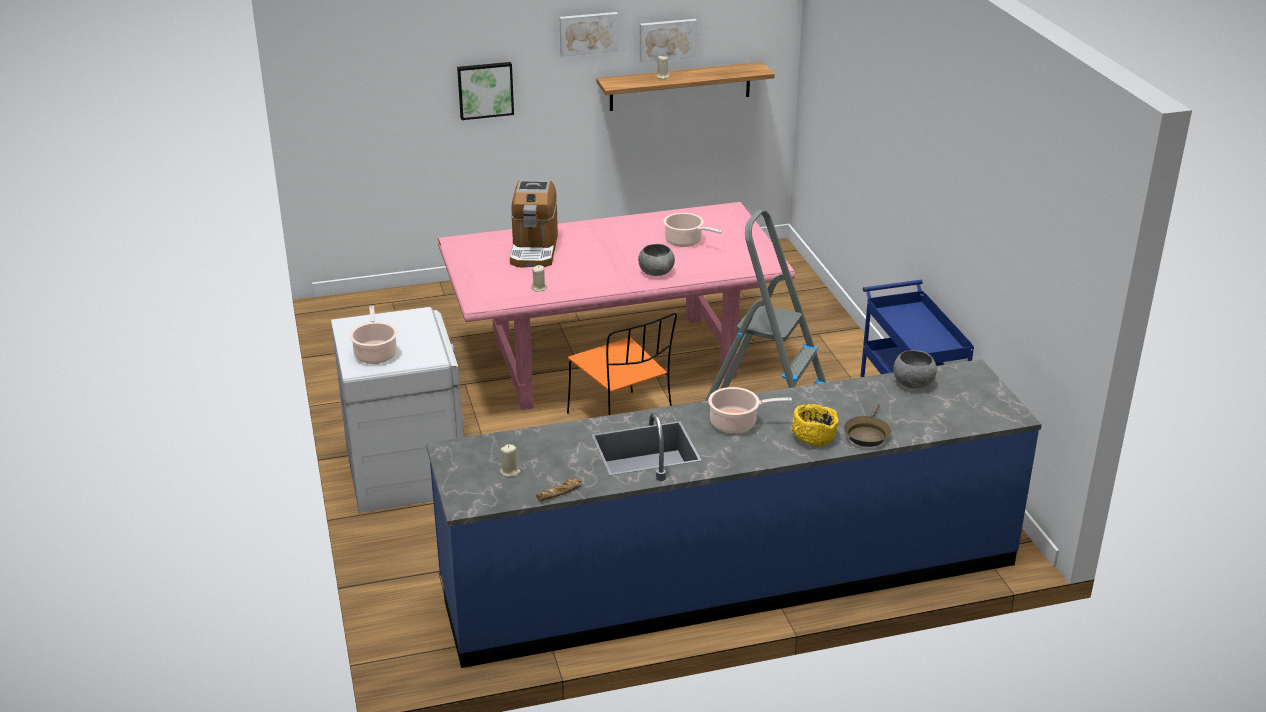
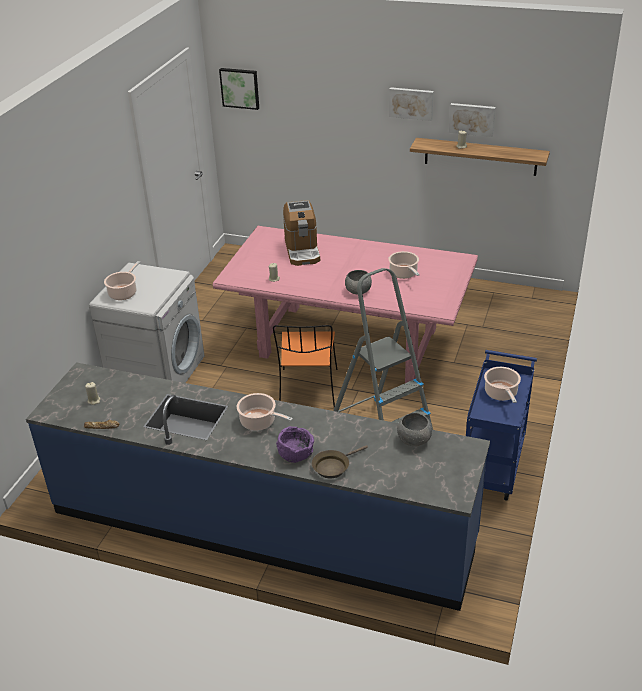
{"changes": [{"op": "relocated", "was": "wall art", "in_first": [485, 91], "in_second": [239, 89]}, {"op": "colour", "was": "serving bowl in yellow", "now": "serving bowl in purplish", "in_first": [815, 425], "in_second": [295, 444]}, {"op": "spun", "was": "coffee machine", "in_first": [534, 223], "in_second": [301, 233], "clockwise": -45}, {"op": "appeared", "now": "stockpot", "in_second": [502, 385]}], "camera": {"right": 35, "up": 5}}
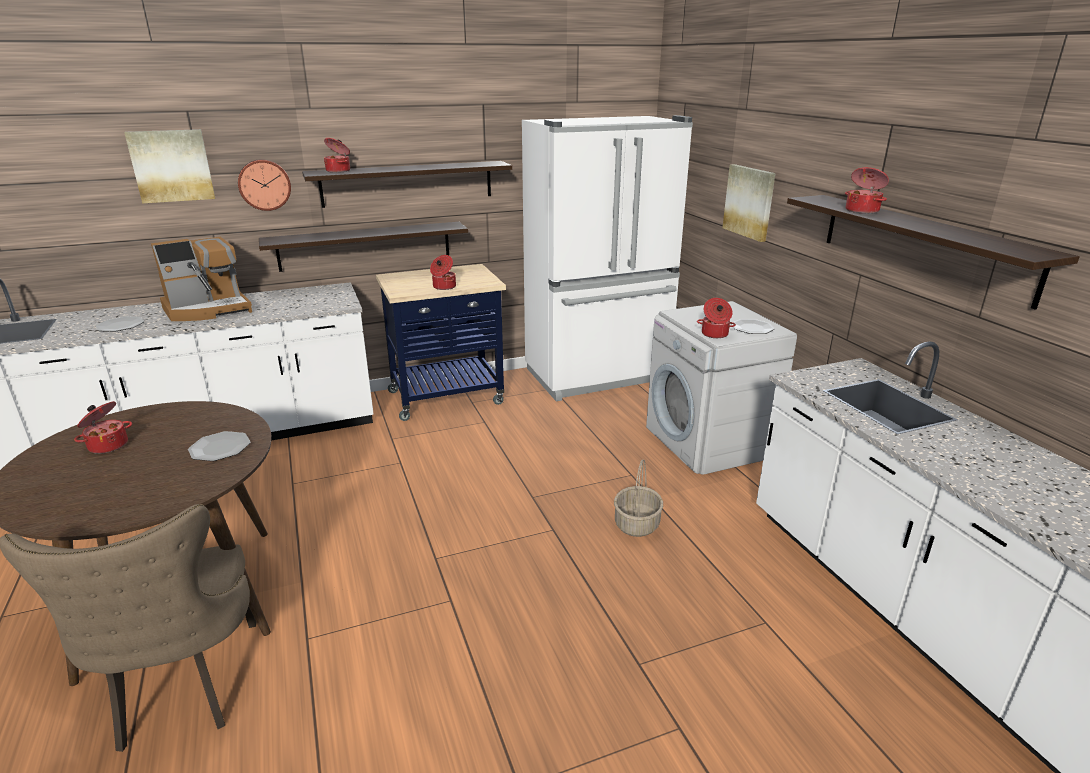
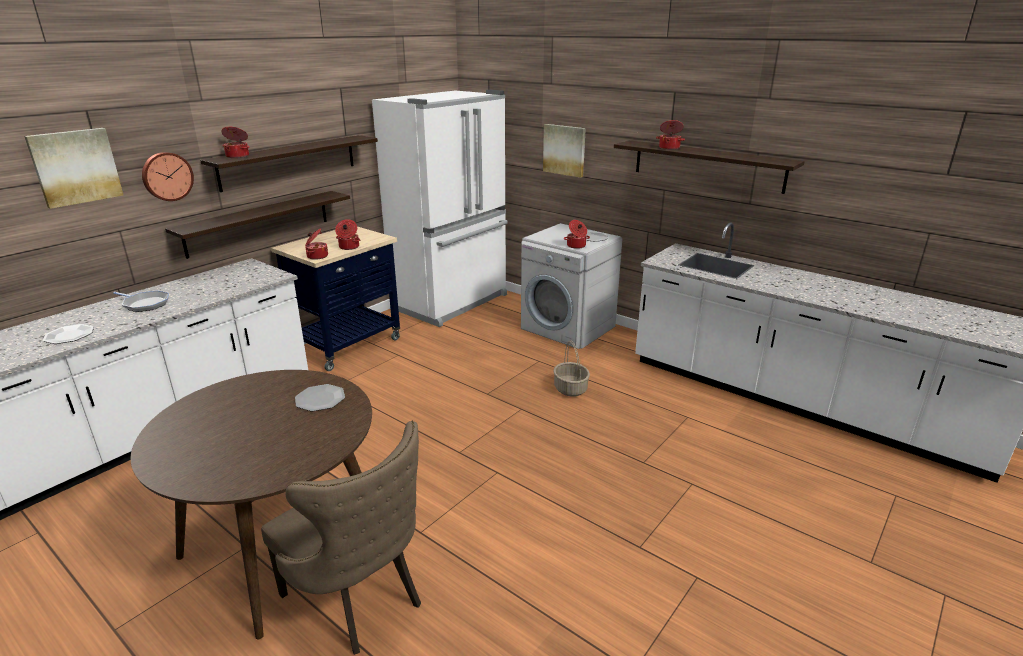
{"changes": [{"op": "exchanged", "was": "coffee machine", "now": "frying pan", "in_first": [201, 279], "in_second": [141, 301]}, {"op": "relocated", "was": "stockpot", "in_first": [103, 427], "in_second": [316, 244]}], "camera": {"right": -30, "up": 0}}
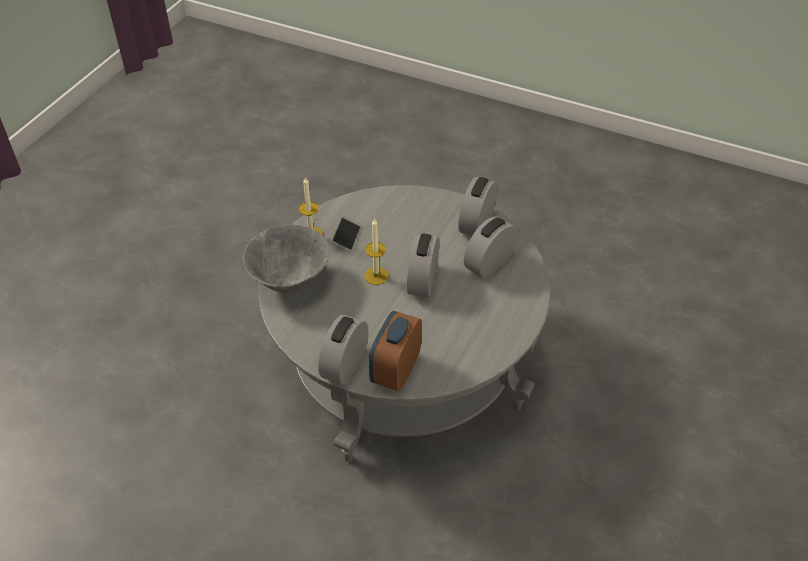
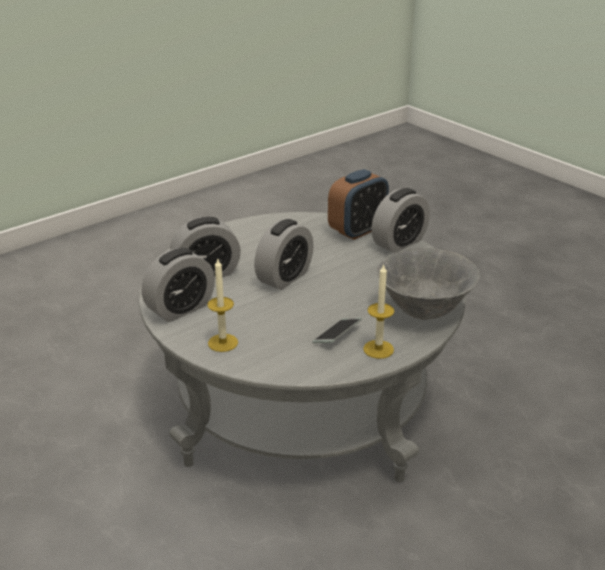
{"changes": [{"op": "relocated", "was": "wax light", "in_first": [376, 252], "in_second": [222, 305]}], "camera": {"right": -155, "up": -15}}
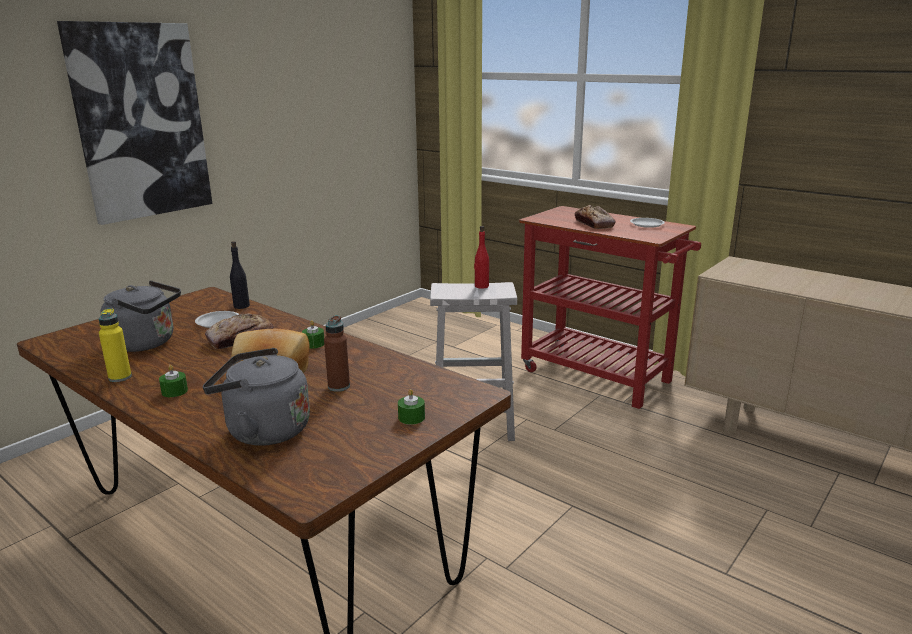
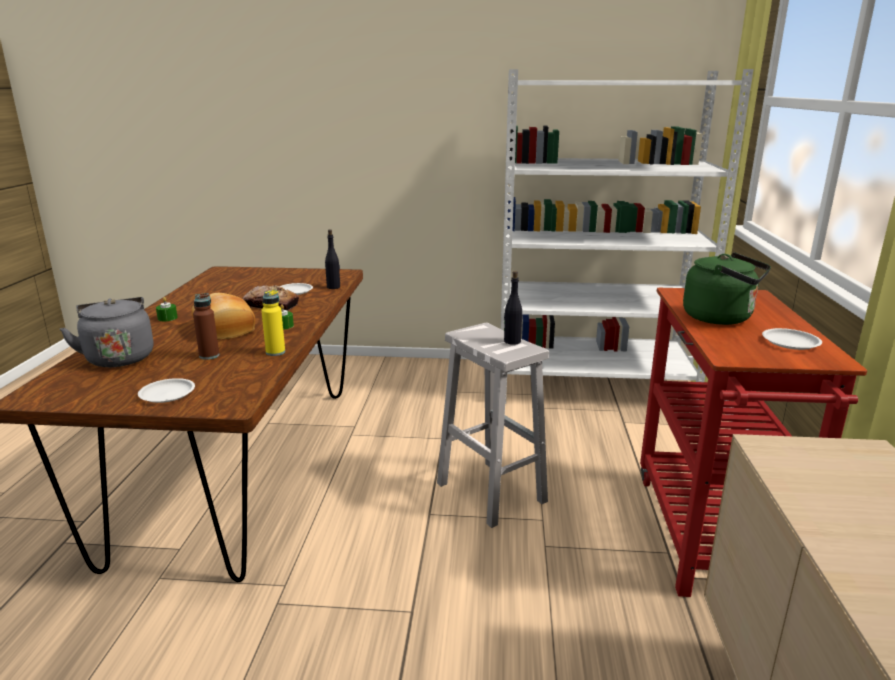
{"changes": [{"op": "exchanged", "was": "wax light in greenish", "now": "plate in whitish", "in_first": [411, 407], "in_second": [166, 390]}, {"op": "relocated", "was": "bottle in yellow", "in_first": [115, 345], "in_second": [273, 323]}, {"op": "appeared", "now": "shelving unit in whitish", "in_second": [627, 238]}, {"op": "colour", "was": "bottle in reddish", "now": "bottle in black", "in_first": [481, 257], "in_second": [513, 308]}, {"op": "exchanged", "was": "baked bread", "now": "tea kettle in greenish", "in_first": [595, 217], "in_second": [727, 288]}, {"op": "missing", "was": "wall art", "in_first": [135, 123]}, {"op": "missing", "was": "tea kettle in gray", "in_first": [141, 316]}], "camera": {"right": 55, "up": 0}}
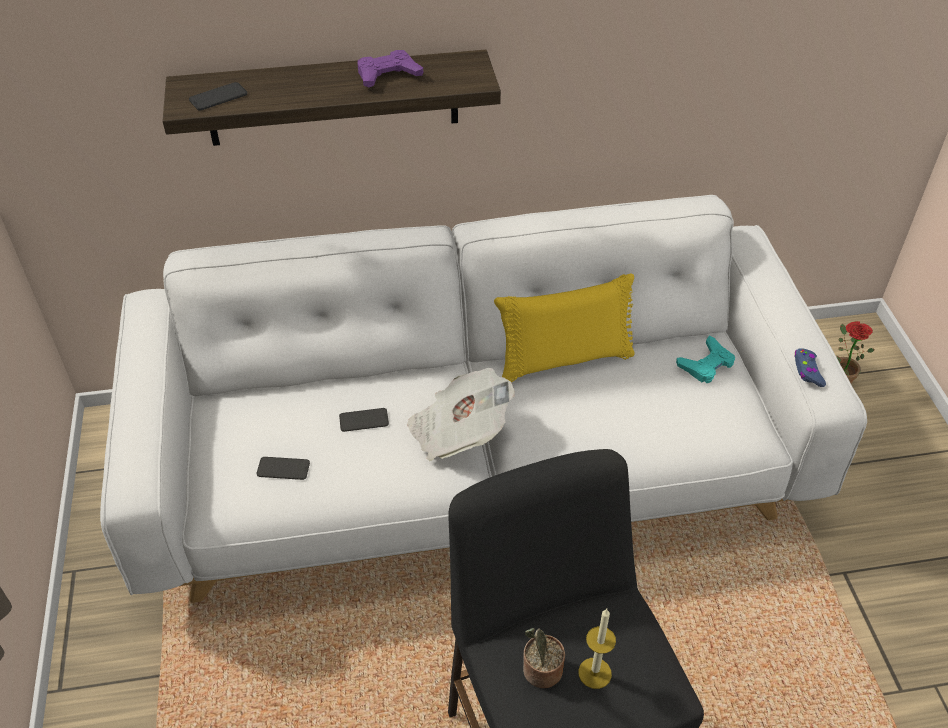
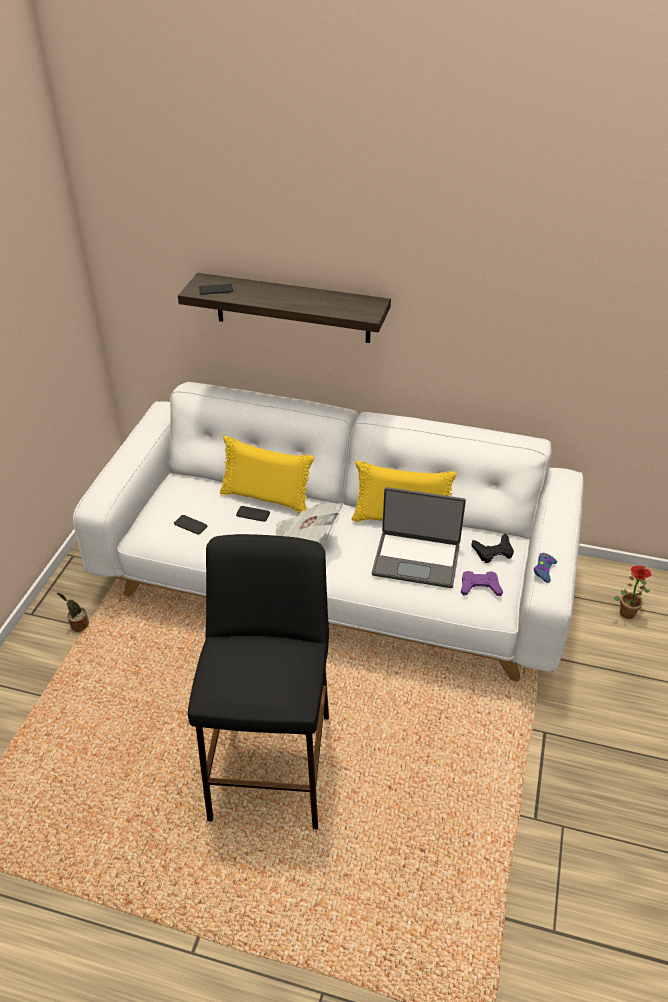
{"changes": [{"op": "relocated", "was": "potted plant", "in_first": [544, 658], "in_second": [73, 612]}, {"op": "appeared", "now": "throw pillow in yellow", "in_second": [267, 475]}, {"op": "appeared", "now": "notebook computer", "in_second": [419, 537]}, {"op": "relocated", "was": "joypad in purplish", "in_first": [390, 68], "in_second": [482, 583]}, {"op": "colour", "was": "joypad in blue-green", "now": "joypad in black", "in_first": [705, 359], "in_second": [492, 548]}, {"op": "missing", "was": "wax light", "in_first": [597, 649]}], "camera": {"right": 25, "up": -5}}
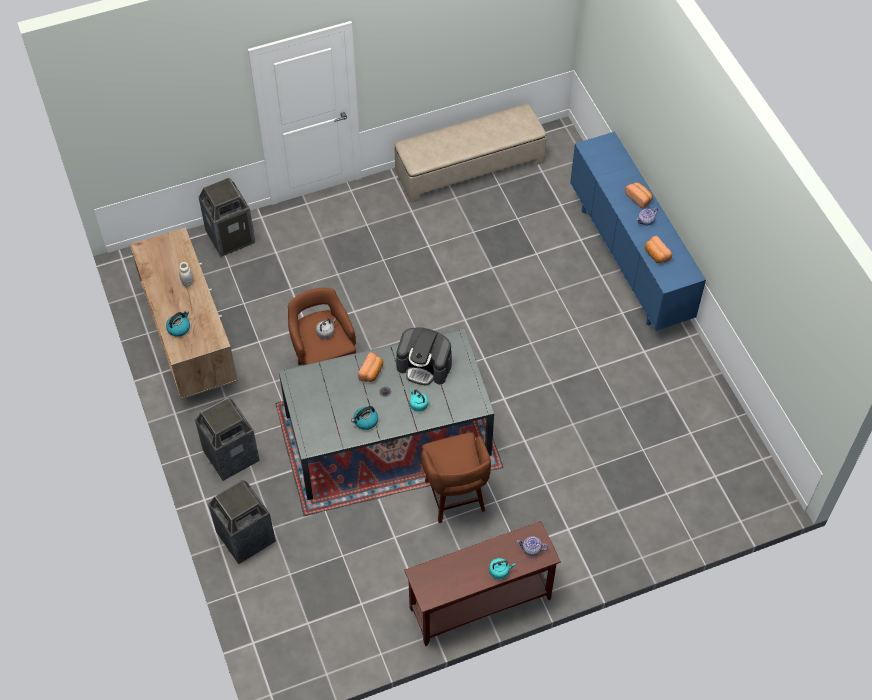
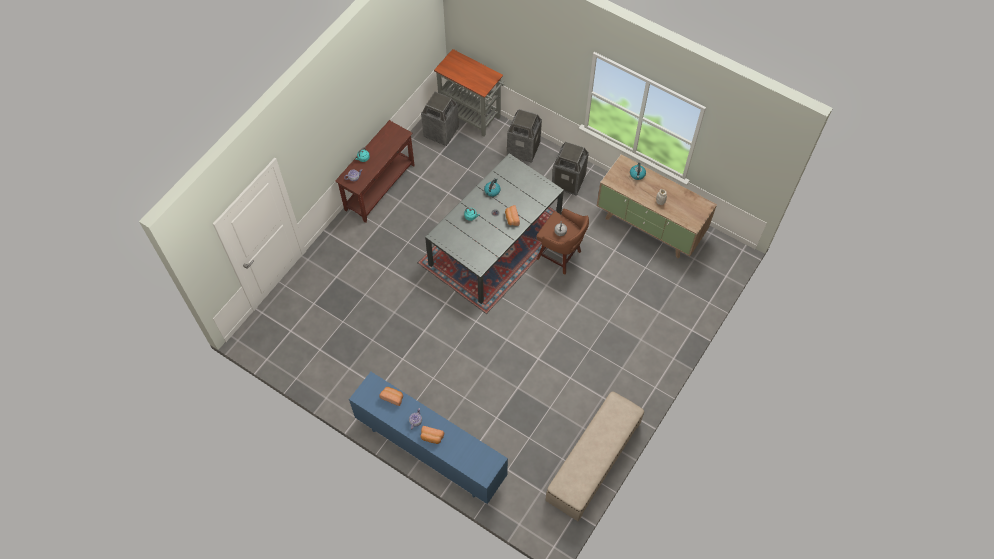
{"changes": [{"op": "relocated", "was": "trash can", "in_first": [226, 217], "in_second": [440, 119]}, {"op": "appeared", "now": "cart in gray", "in_second": [469, 93]}, {"op": "missing", "was": "coffee machine", "in_first": [424, 356]}, {"op": "missing", "was": "stool seat in brown-coloured", "in_first": [456, 477]}], "camera": {"right": 145, "up": 5}}
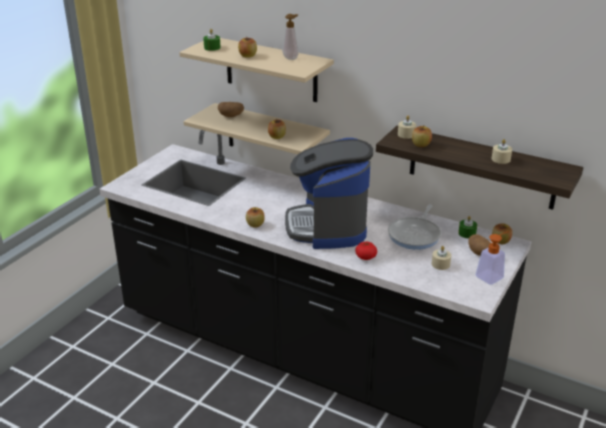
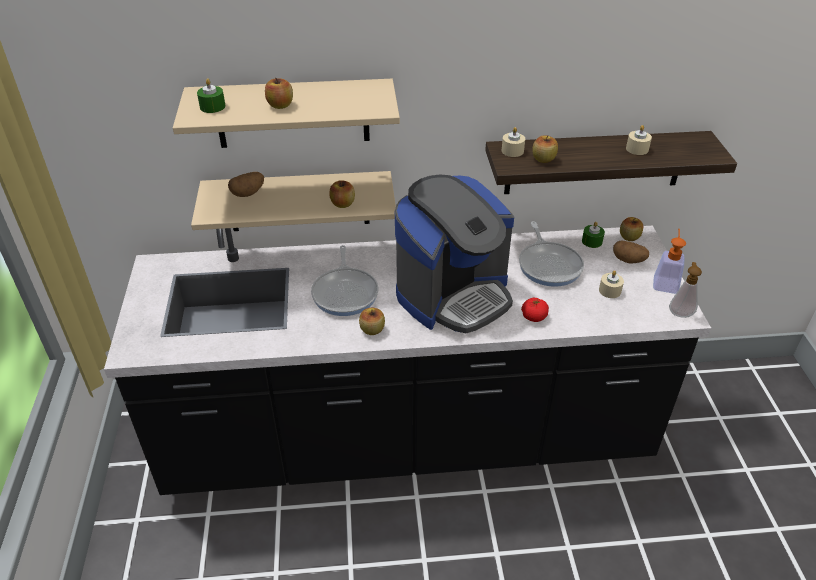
{"changes": [{"op": "appeared", "now": "frying pan", "in_second": [345, 280]}, {"op": "spun", "was": "coffee machine", "in_first": [329, 193], "in_second": [454, 254], "clockwise": -90}, {"op": "relocated", "was": "soap dispenser", "in_first": [290, 37], "in_second": [685, 290]}], "camera": {"right": -35, "up": 10}}
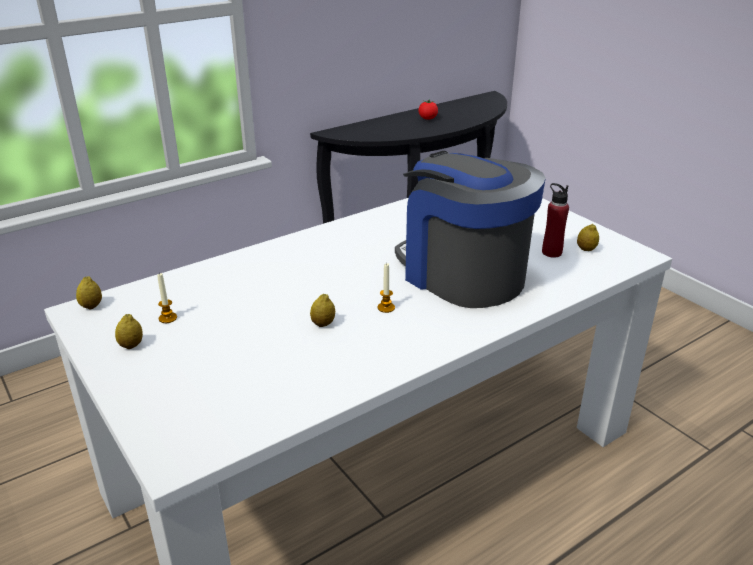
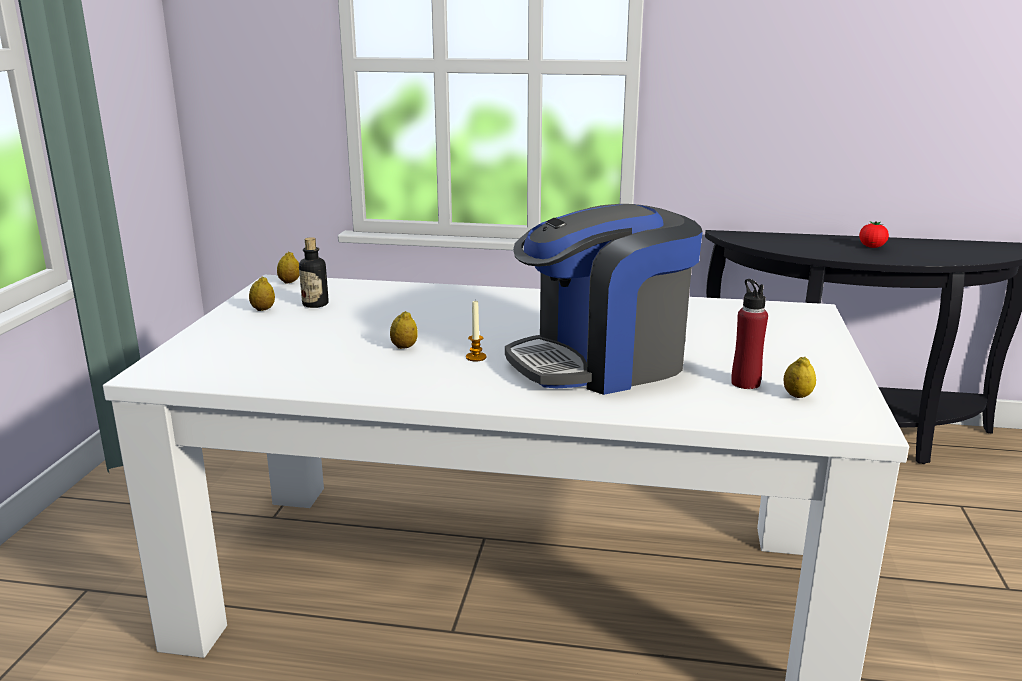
{"changes": [{"op": "exchanged", "was": "wax light", "now": "bottle", "in_first": [167, 298], "in_second": [314, 272]}, {"op": "spun", "was": "coffee machine", "in_first": [470, 229], "in_second": [604, 299], "clockwise": -120}], "camera": {"right": 45, "up": -10}}
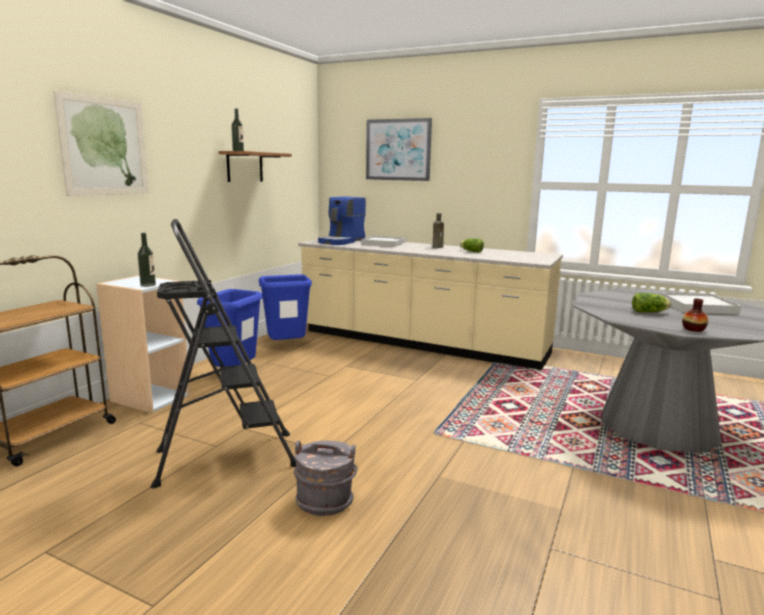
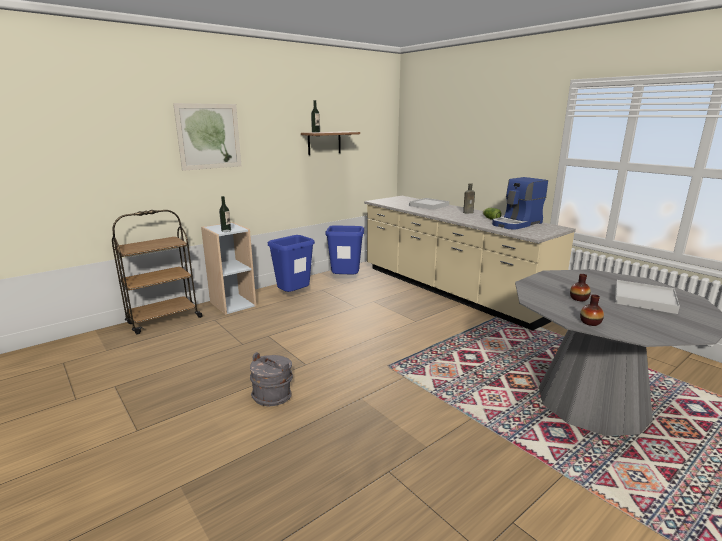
{"changes": [{"op": "relocated", "was": "coffee machine", "in_first": [342, 220], "in_second": [520, 203]}, {"op": "exchanged", "was": "lettuce", "now": "decorative vase", "in_first": [651, 303], "in_second": [580, 287]}, {"op": "missing", "was": "step ladder", "in_first": [223, 353]}, {"op": "missing", "was": "wall art", "in_first": [399, 149]}], "camera": {"right": 25, "up": 5}}
